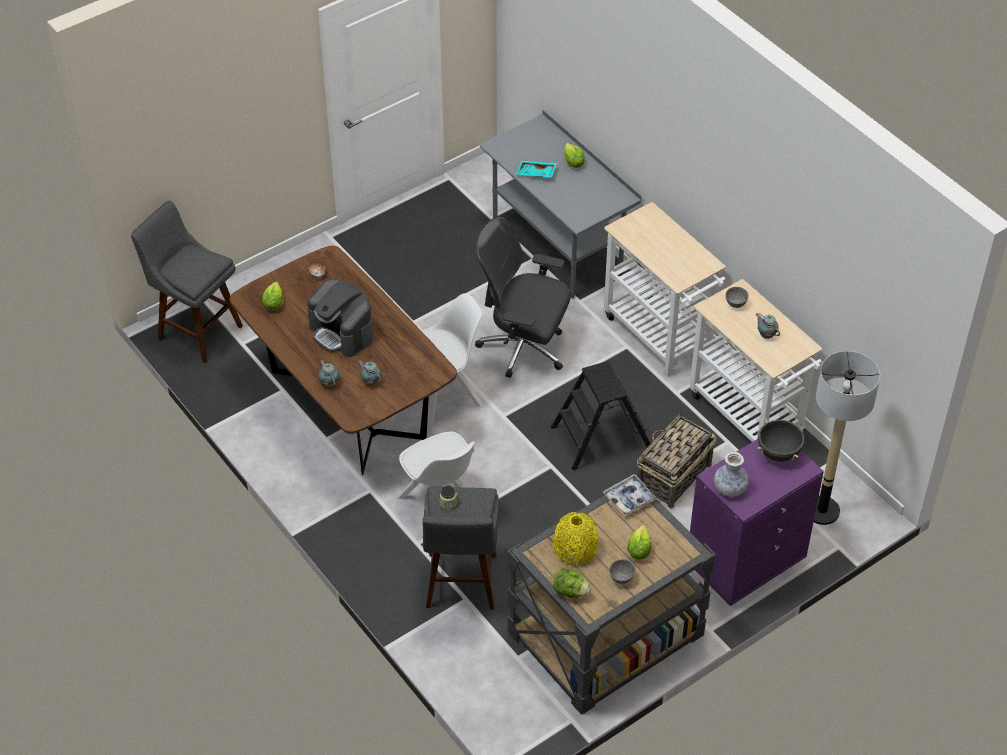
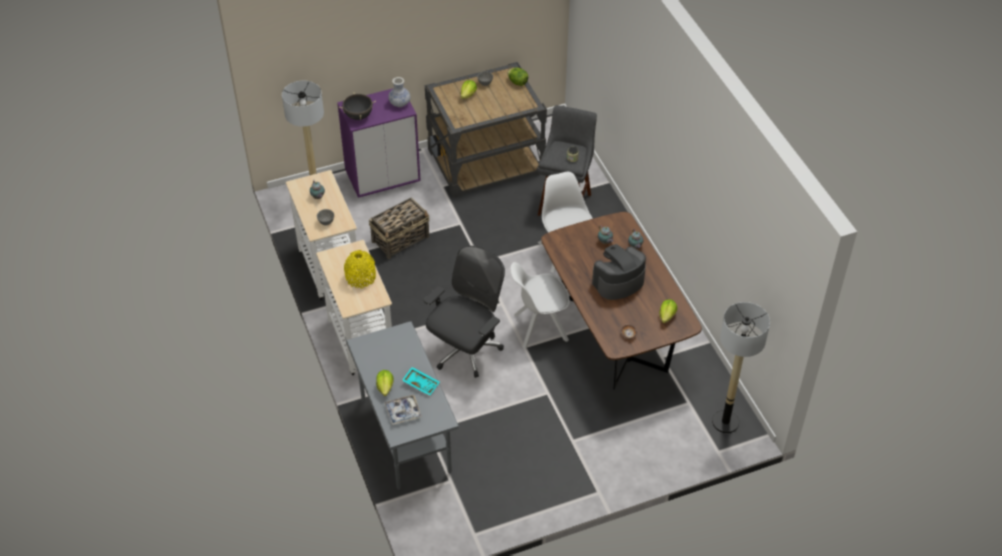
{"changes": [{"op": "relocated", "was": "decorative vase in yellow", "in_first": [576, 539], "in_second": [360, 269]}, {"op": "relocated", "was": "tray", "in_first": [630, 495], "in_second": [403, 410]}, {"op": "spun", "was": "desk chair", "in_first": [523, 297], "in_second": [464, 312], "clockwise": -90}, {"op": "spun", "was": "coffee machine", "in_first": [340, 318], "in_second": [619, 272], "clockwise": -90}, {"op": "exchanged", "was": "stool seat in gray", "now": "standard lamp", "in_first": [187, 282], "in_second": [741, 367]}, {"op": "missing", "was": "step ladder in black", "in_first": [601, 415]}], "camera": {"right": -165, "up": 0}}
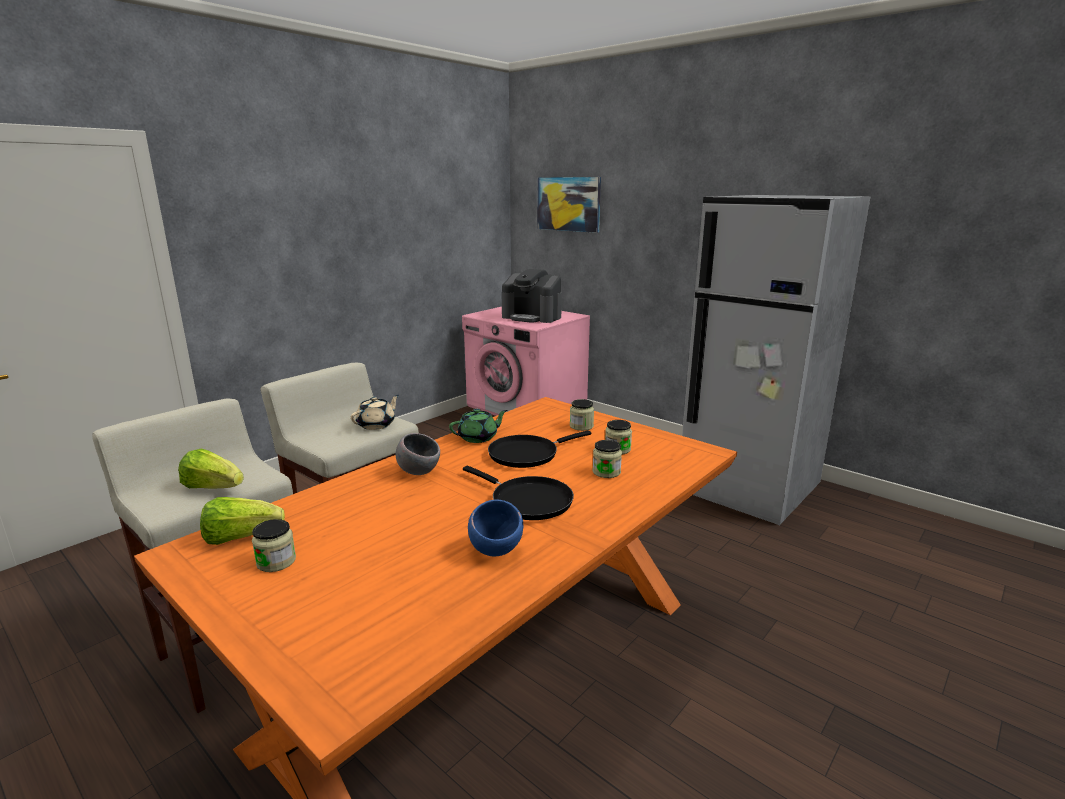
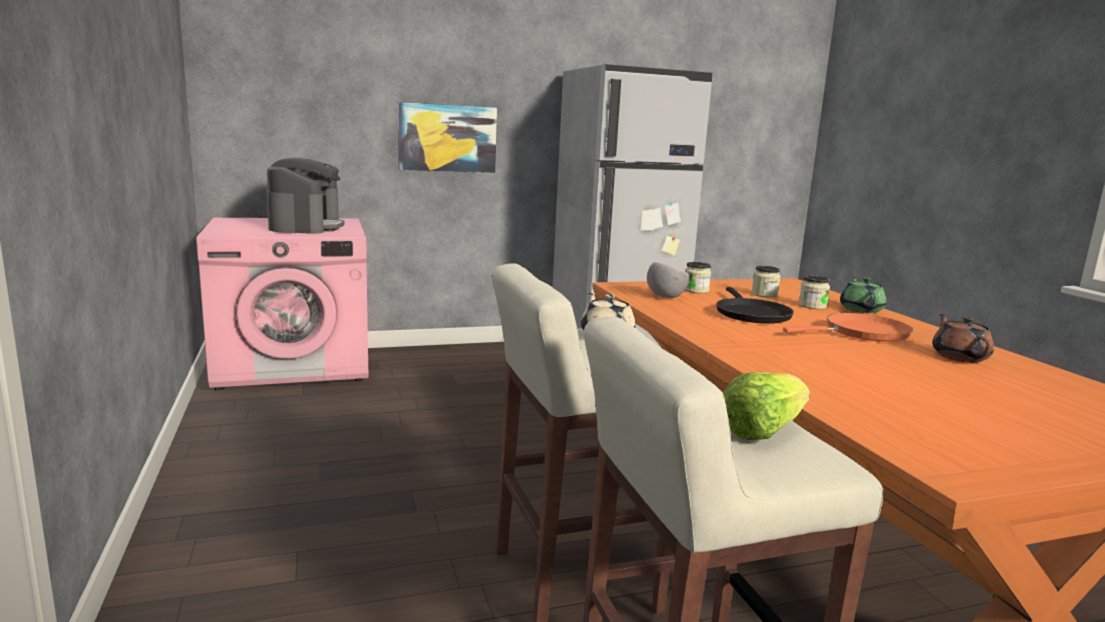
{"changes": [{"op": "spun", "was": "coffee machine", "in_first": [532, 296], "in_second": [306, 196], "clockwise": -60}, {"op": "relocated", "was": "wall art", "in_first": [569, 205], "in_second": [447, 137]}, {"op": "relocated", "was": "serving bowl in gray", "in_first": [417, 454], "in_second": [668, 280]}, {"op": "colour", "was": "frying pan in black", "now": "frying pan in orangey", "in_first": [518, 493], "in_second": [848, 327]}, {"op": "relocated", "was": "tea pot in greenish", "in_first": [478, 426], "in_second": [863, 295]}, {"op": "exchanged", "was": "serving bowl in blue", "now": "tea pot in brown-coloured", "in_first": [495, 527], "in_second": [963, 338]}, {"op": "missing", "was": "lettuce", "in_first": [242, 521]}, {"op": "missing", "was": "storage jar", "in_first": [274, 545]}], "camera": {"right": -60, "up": -5}}
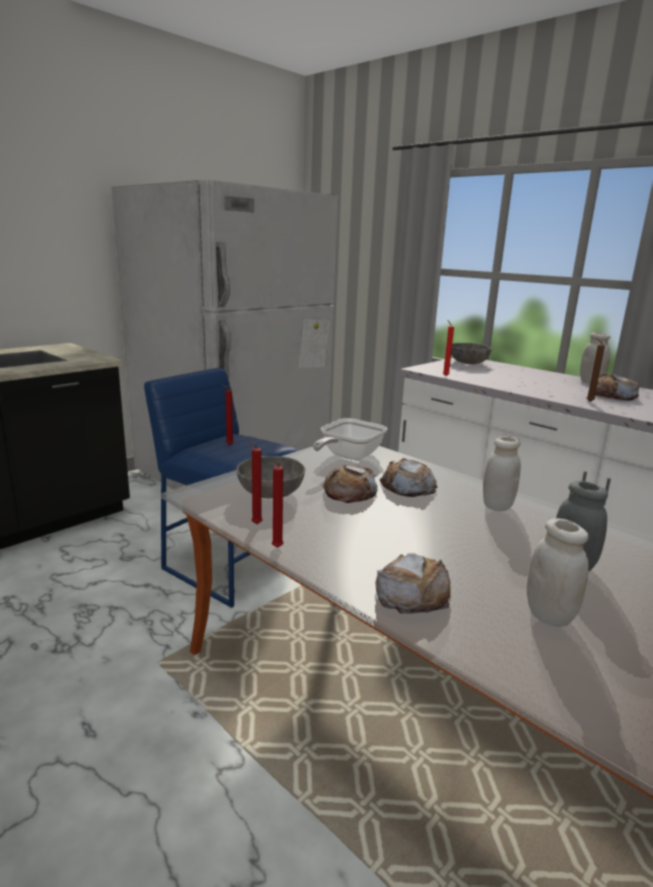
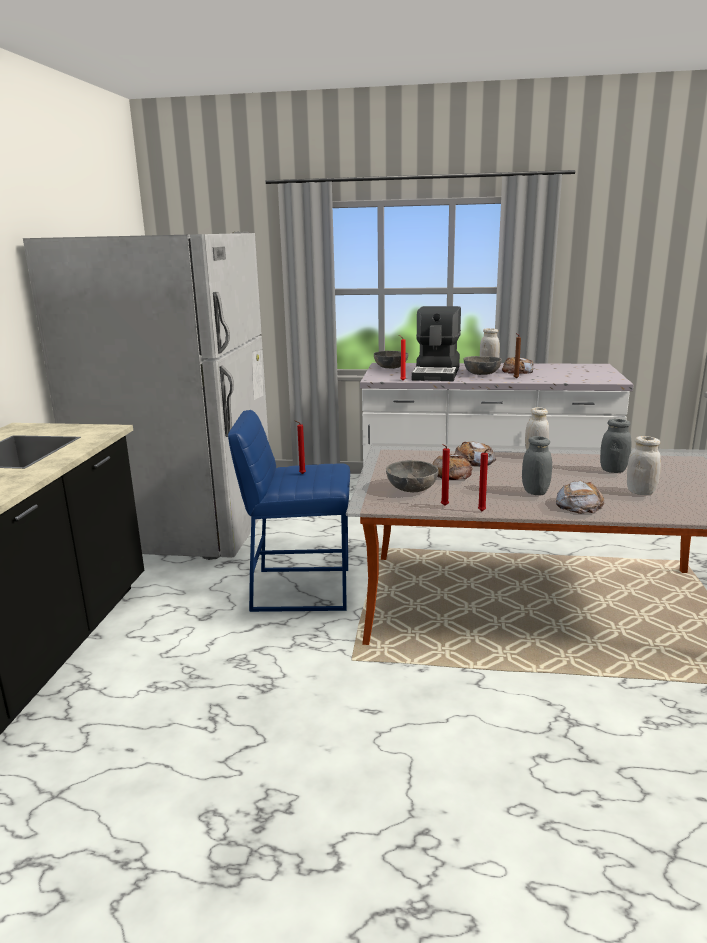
{"changes": [{"op": "appeared", "now": "coffee machine", "in_second": [436, 343]}, {"op": "appeared", "now": "serving bowl in gray", "in_second": [483, 365]}, {"op": "appeared", "now": "storage jar in gray", "in_second": [537, 465]}, {"op": "missing", "was": "frying pan", "in_first": [350, 439]}], "camera": {"right": -35, "up": 0}}
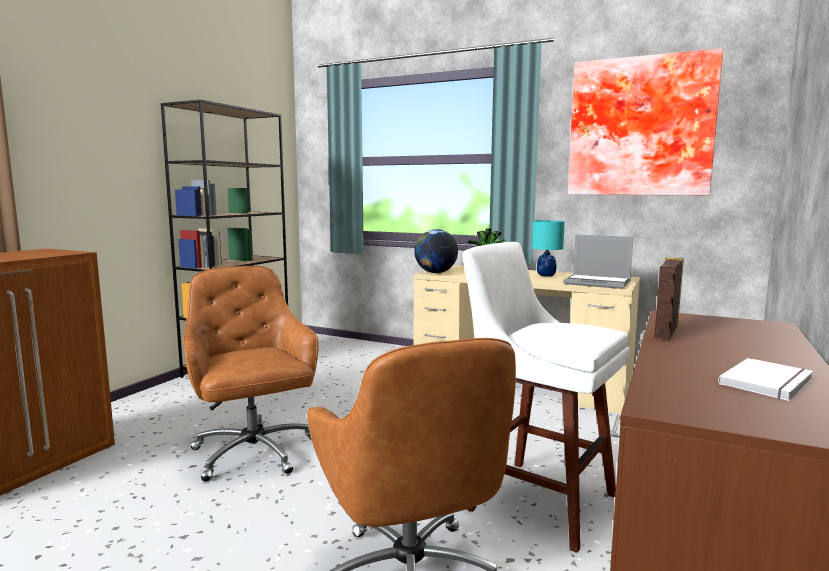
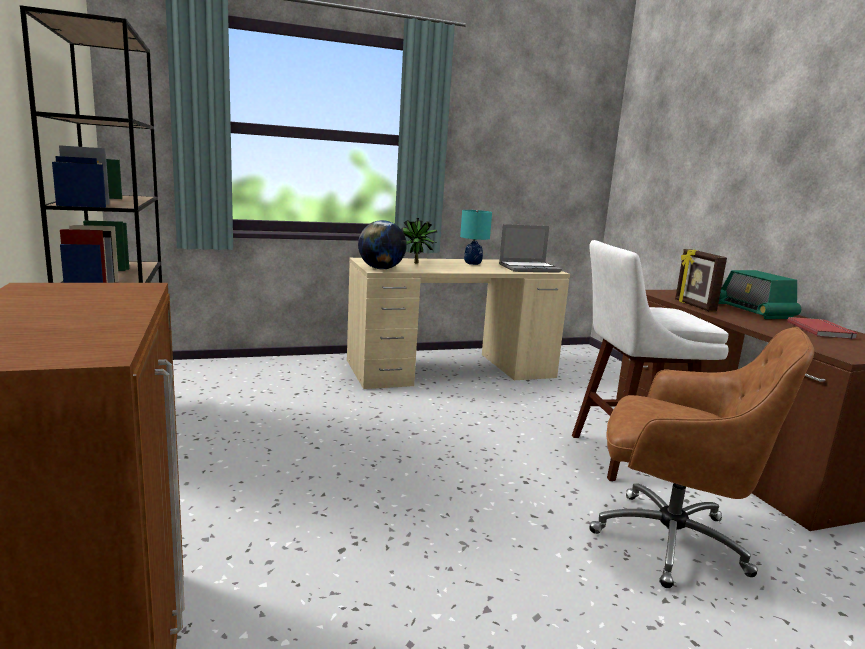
{"changes": [{"op": "appeared", "now": "radio set", "in_second": [759, 294]}, {"op": "colour", "was": "bound book in whitish", "now": "bound book in reddish", "in_first": [766, 379], "in_second": [822, 328]}, {"op": "missing", "was": "desk chair in brown-coloured", "in_first": [250, 373]}, {"op": "missing", "was": "wall art", "in_first": [645, 121]}], "camera": {"right": -45, "up": 5}}
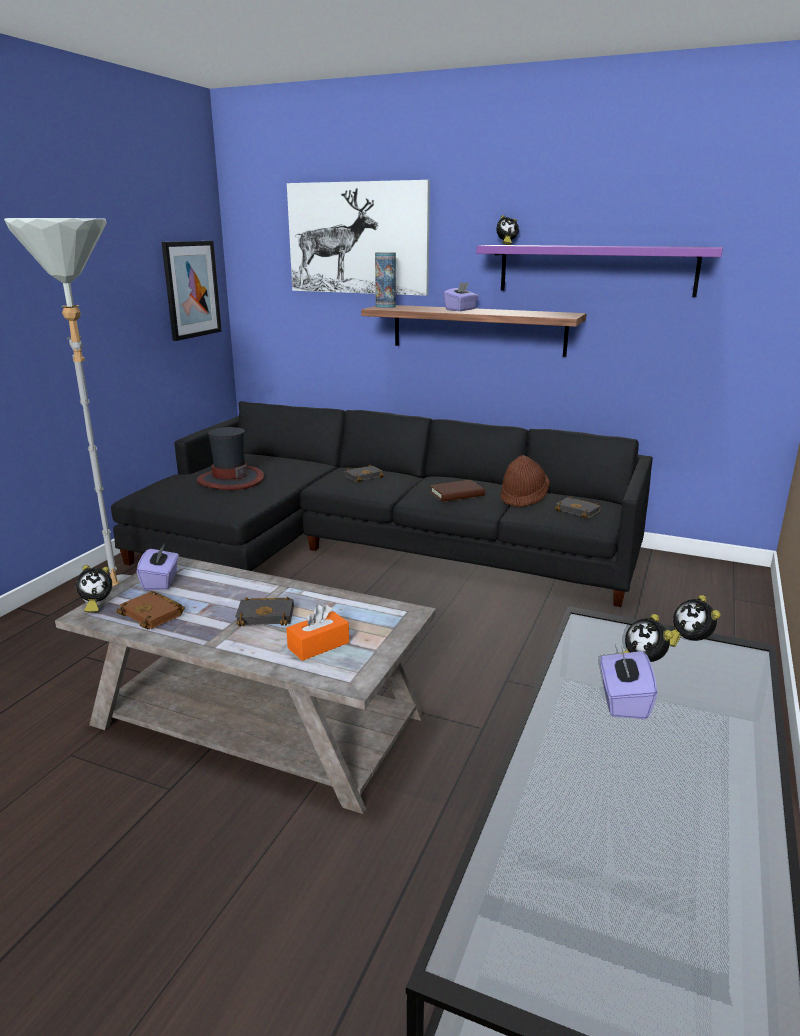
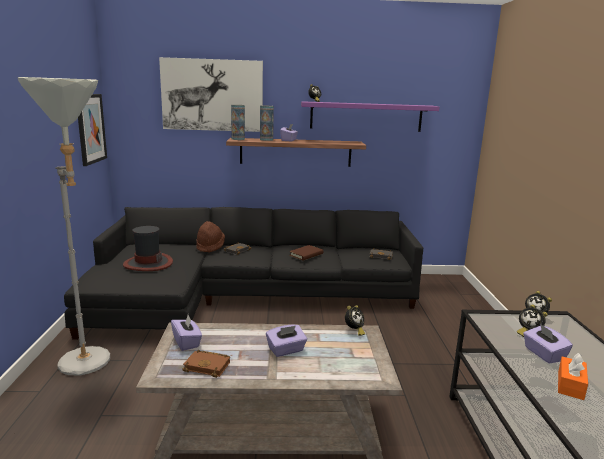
{"changes": [{"op": "relocated", "was": "wearable hat in brown-coloured", "in_first": [525, 481], "in_second": [210, 237]}, {"op": "appeared", "now": "decorative vase", "in_second": [267, 123]}, {"op": "exchanged", "was": "bound book in black", "now": "box of tissues in purplish", "in_first": [264, 611], "in_second": [286, 341]}, {"op": "relocated", "was": "table clock", "in_first": [93, 589], "in_second": [355, 320]}, {"op": "relocated", "was": "box of tissues in orangey", "in_first": [317, 633], "in_second": [573, 376]}], "camera": {"right": -25, "up": -5}}
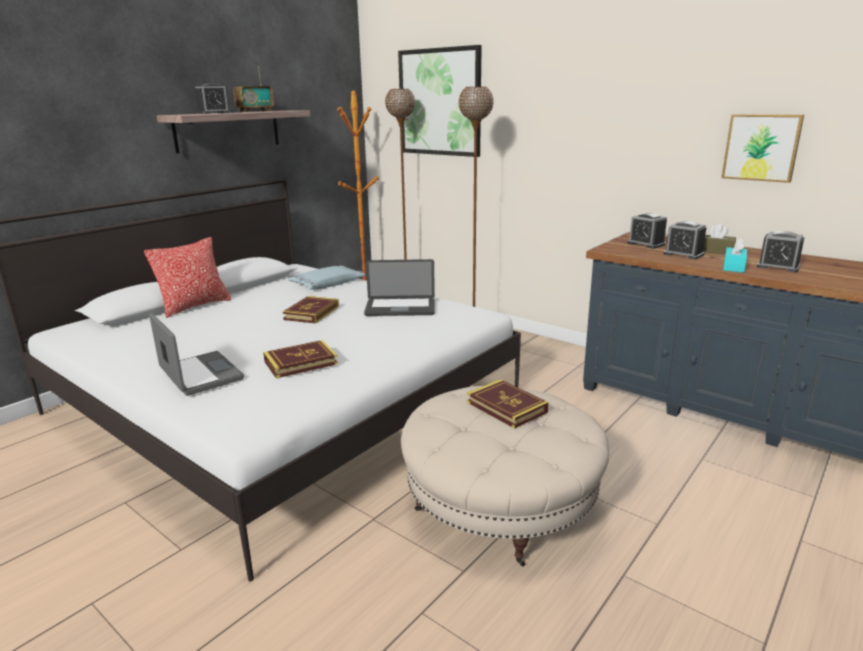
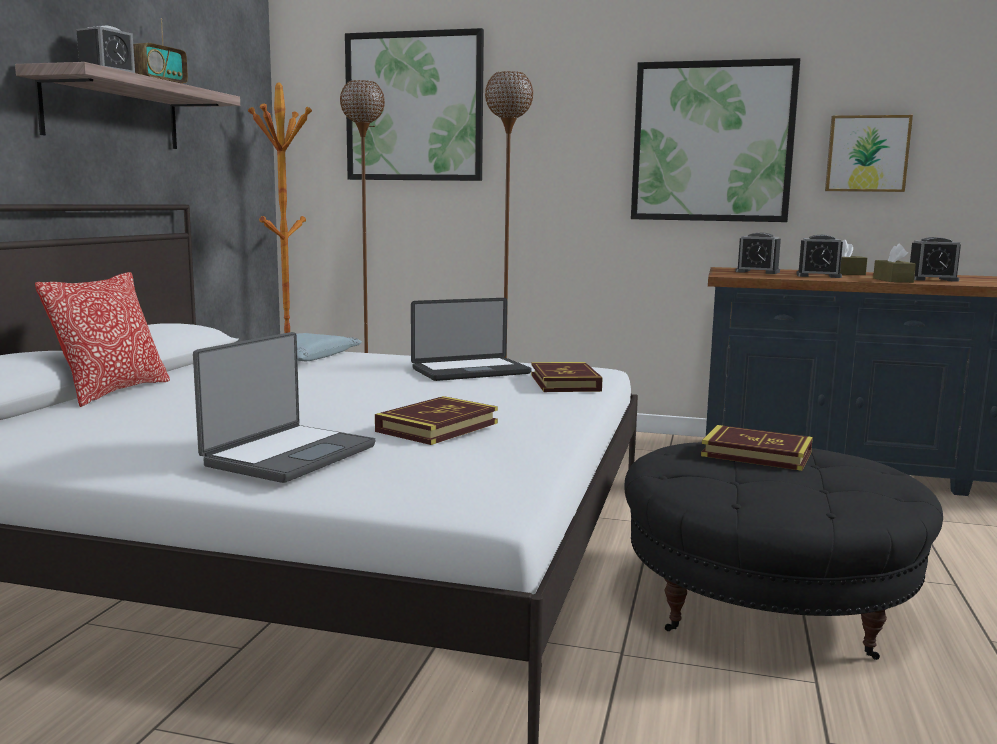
{"changes": [{"op": "spun", "was": "notebook computer", "in_first": [196, 354], "in_second": [284, 407], "clockwise": 90}, {"op": "relocated", "was": "bound book", "in_first": [310, 310], "in_second": [567, 377]}, {"op": "colour", "was": "pouffe in beige-coloured", "now": "pouffe in black", "in_first": [505, 476], "in_second": [783, 551]}, {"op": "appeared", "now": "wall art", "in_second": [716, 140]}, {"op": "colour", "was": "box of tissues in blue-green", "now": "box of tissues in brown-coloured", "in_first": [735, 255], "in_second": [894, 263]}], "camera": {"right": -25, "up": -10}}
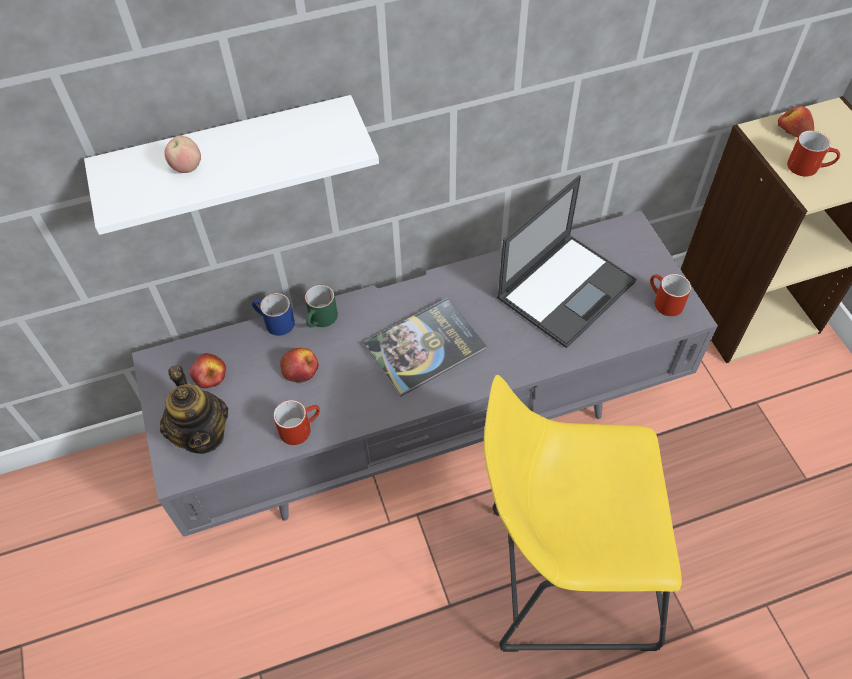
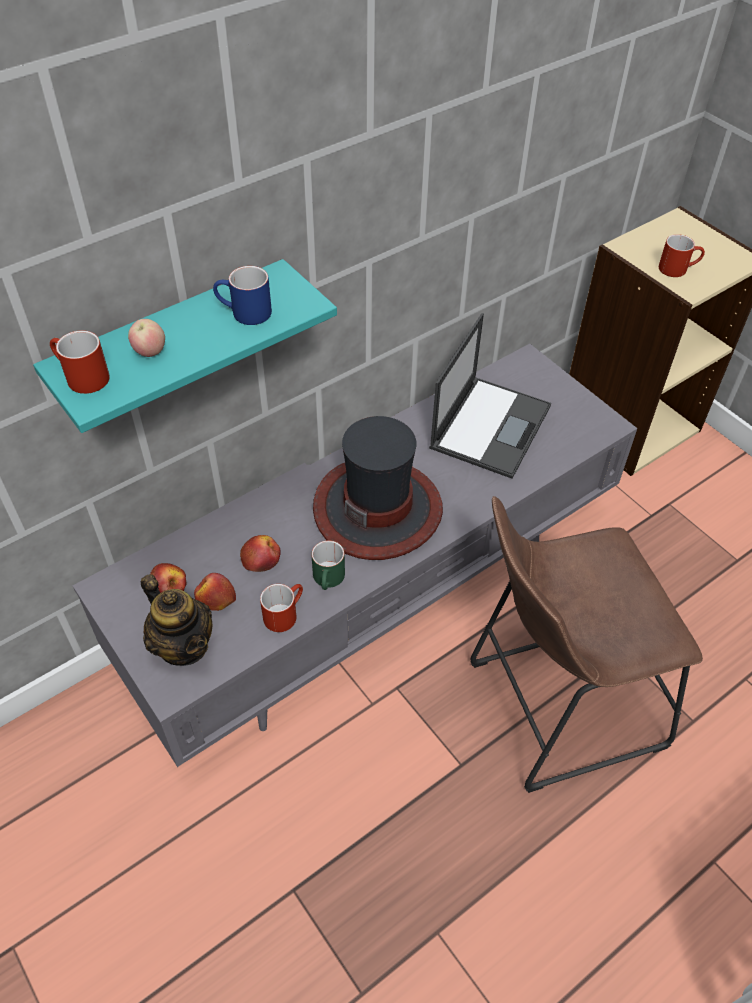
{"changes": [{"op": "colour", "was": "wall shelf in whitish", "now": "wall shelf in blue-green", "in_first": [231, 165], "in_second": [185, 346]}, {"op": "relocated", "was": "coffee mug in reddish", "in_first": [670, 295], "in_second": [80, 362]}, {"op": "relocated", "was": "whole apple", "in_first": [796, 121], "in_second": [215, 592]}, {"op": "relocated", "was": "coffee mug in blue", "in_first": [273, 314], "in_second": [242, 295]}, {"op": "relocated", "was": "coffee mug in greenish", "in_first": [321, 306], "in_second": [328, 565]}, {"op": "exchanged", "was": "bound book", "now": "wearable hat", "in_first": [425, 347], "in_second": [378, 488]}, {"op": "colour", "was": "stool seat in yellow", "now": "stool seat in brown-coloured", "in_first": [583, 513], "in_second": [586, 644]}], "camera": {"right": -20, "up": -5}}
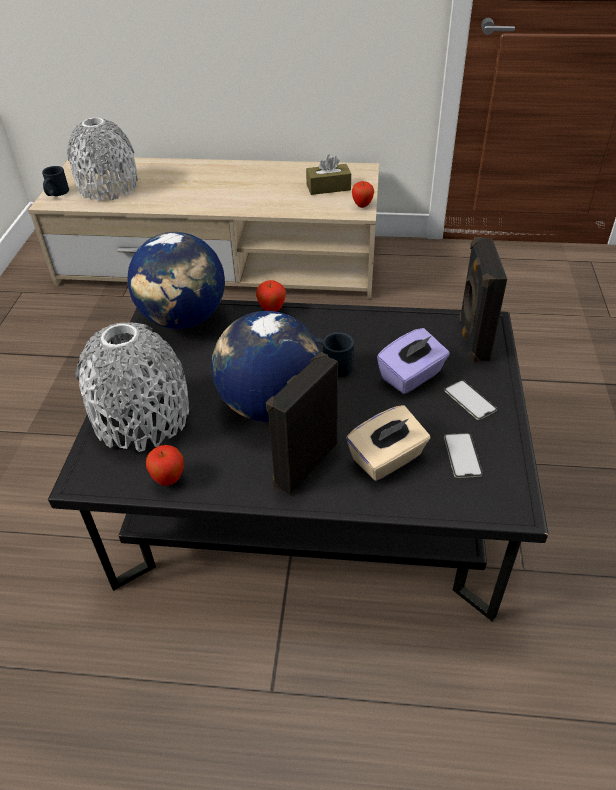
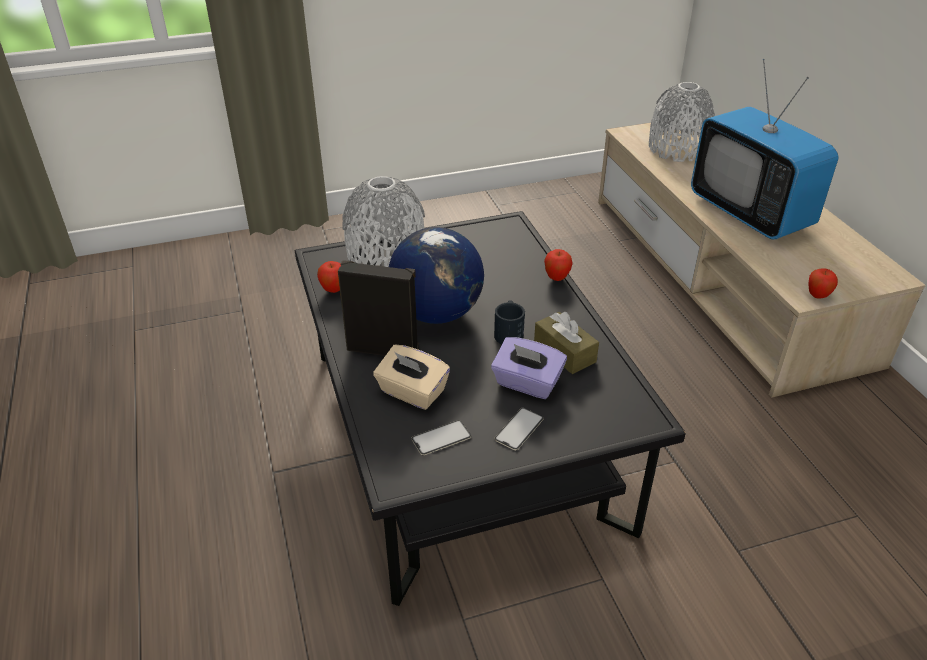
{"changes": [{"op": "relocated", "was": "box of tissues in brown-coloured", "in_first": [328, 175], "in_second": [566, 343]}, {"op": "appeared", "now": "television", "in_second": [764, 149]}, {"op": "missing", "was": "coffee mug in black", "in_first": [55, 181]}, {"op": "missing", "was": "desk globe", "in_first": [176, 280]}, {"op": "missing", "was": "loudspeaker in black", "in_first": [483, 299]}], "camera": {"right": 65, "up": -5}}
